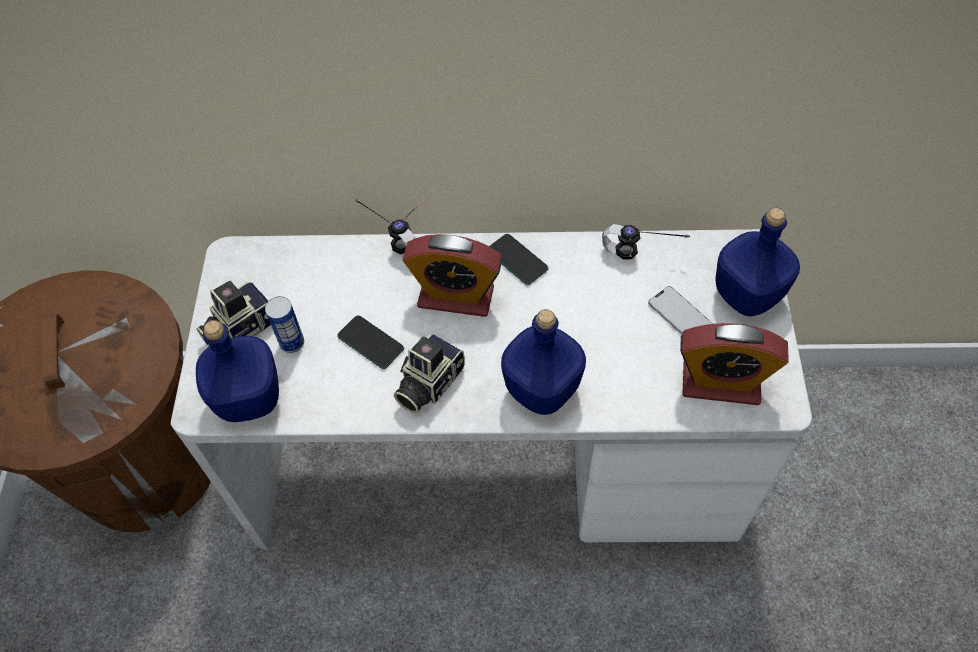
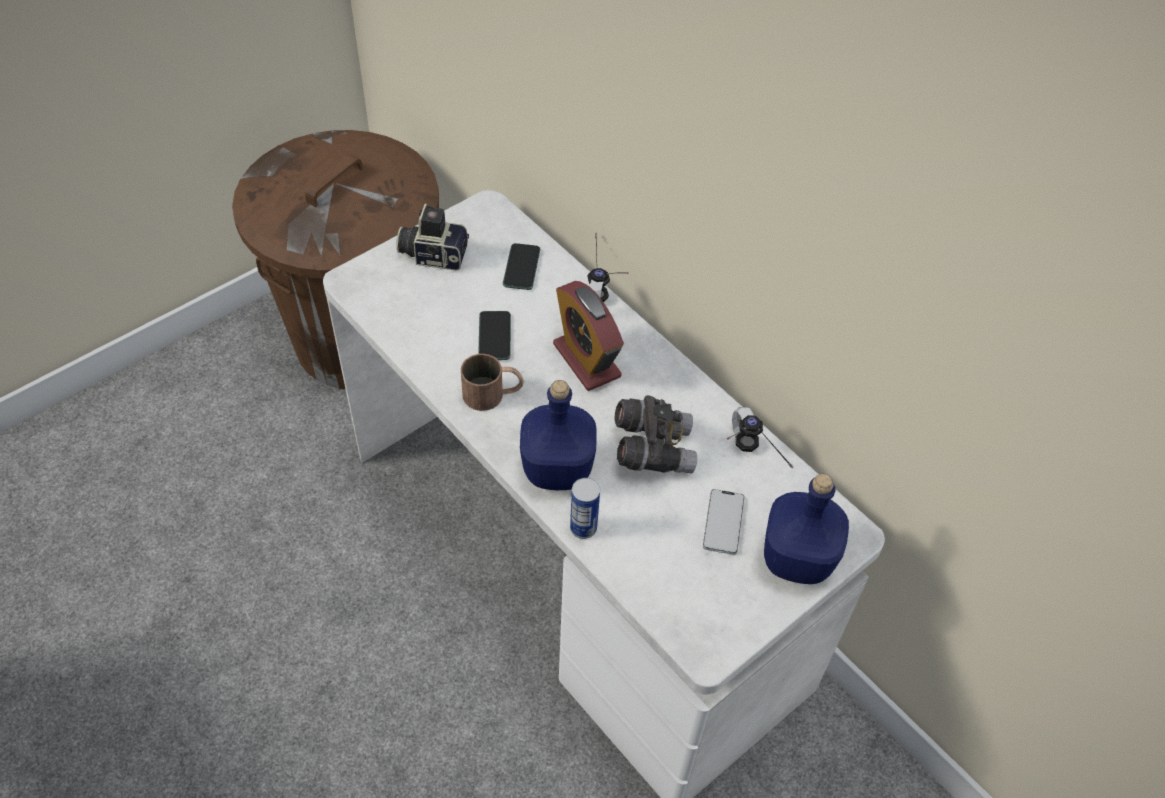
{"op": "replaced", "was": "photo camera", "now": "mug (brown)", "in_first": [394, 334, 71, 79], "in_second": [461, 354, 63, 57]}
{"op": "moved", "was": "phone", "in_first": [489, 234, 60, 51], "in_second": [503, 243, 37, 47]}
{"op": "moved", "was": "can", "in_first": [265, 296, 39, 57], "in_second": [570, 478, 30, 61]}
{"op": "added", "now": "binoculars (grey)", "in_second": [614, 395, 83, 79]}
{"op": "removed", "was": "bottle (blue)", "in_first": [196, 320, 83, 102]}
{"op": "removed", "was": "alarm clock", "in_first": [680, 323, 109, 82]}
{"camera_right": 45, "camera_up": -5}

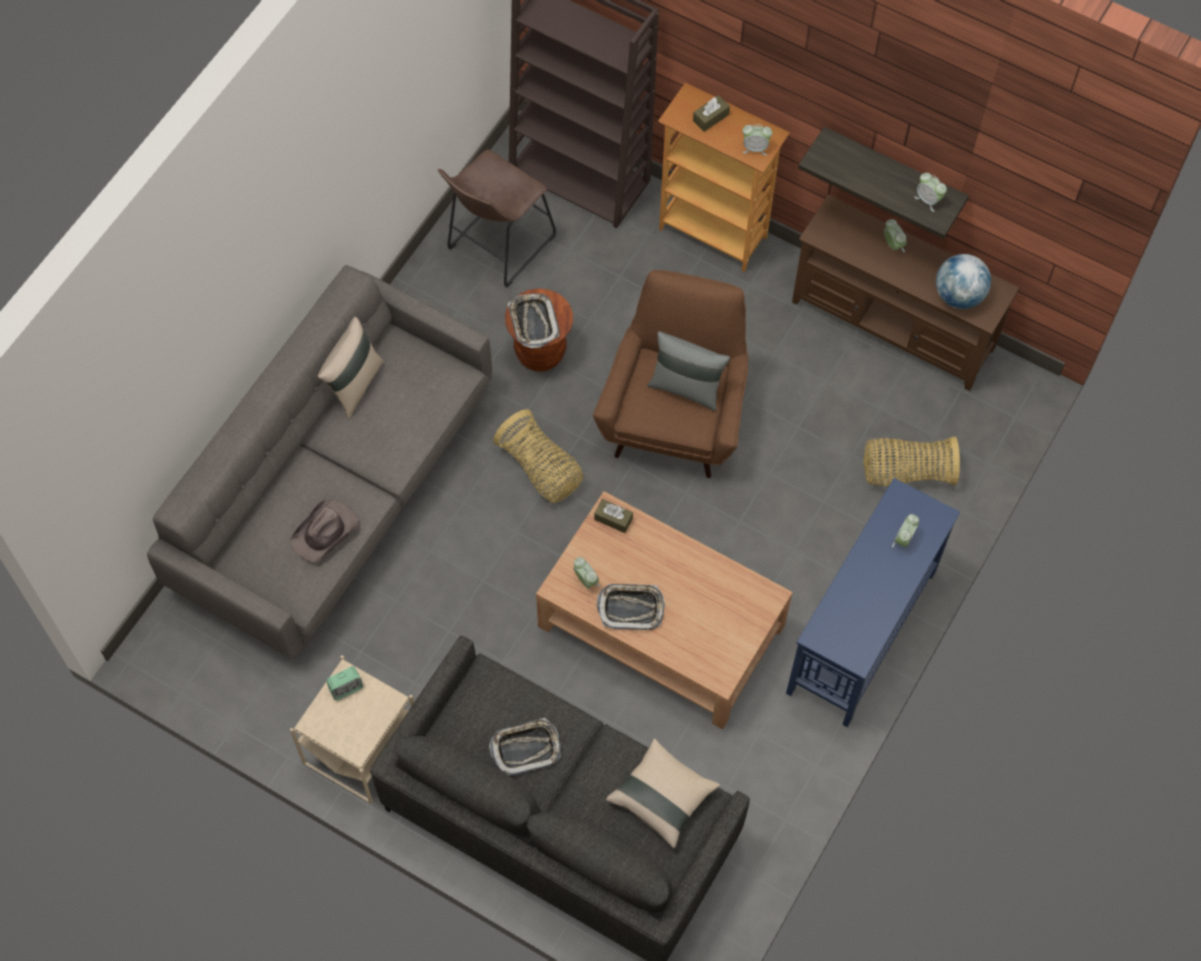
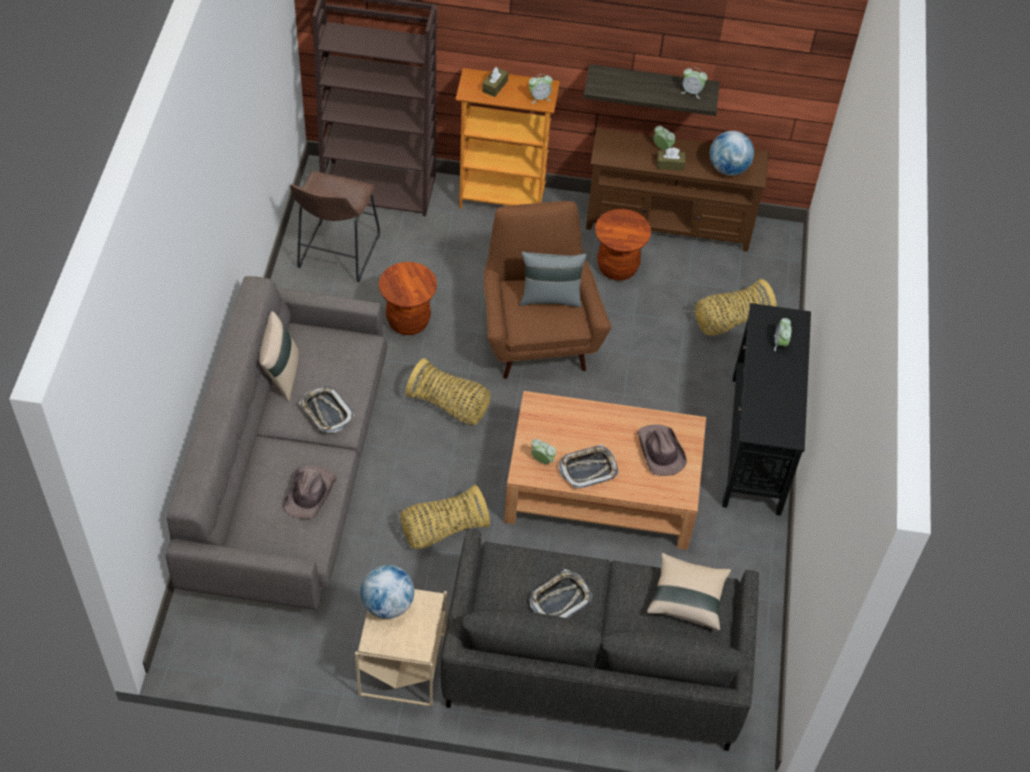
{"op": "moved", "was": "tray", "in_first": [508, 294, 51, 54], "in_second": [299, 386, 56, 47]}
{"op": "replaced", "was": "alarm clock", "now": "globe", "in_first": [326, 666, 37, 34], "in_second": [361, 565, 53, 54]}
{"op": "added", "now": "basket", "in_second": [400, 485, 90, 64]}
{"op": "added", "now": "stool (brown)", "in_second": [595, 209, 56, 72]}
{"op": "added", "now": "hat (brown)", "in_second": [637, 424, 50, 52]}
{"op": "moved", "was": "tissue box (brown)", "in_first": [594, 499, 39, 34], "in_second": [657, 148, 28, 23]}
{"op": "recoloured", "was": "console table (blue)", "now": "console table (black)", "in_first": [786, 478, 174, 249], "in_second": [722, 303, 89, 213]}
{"camera_right": -25, "camera_up": -10}

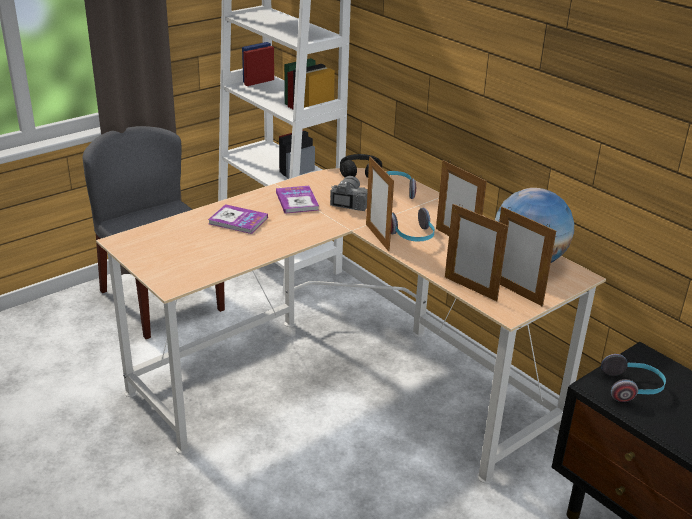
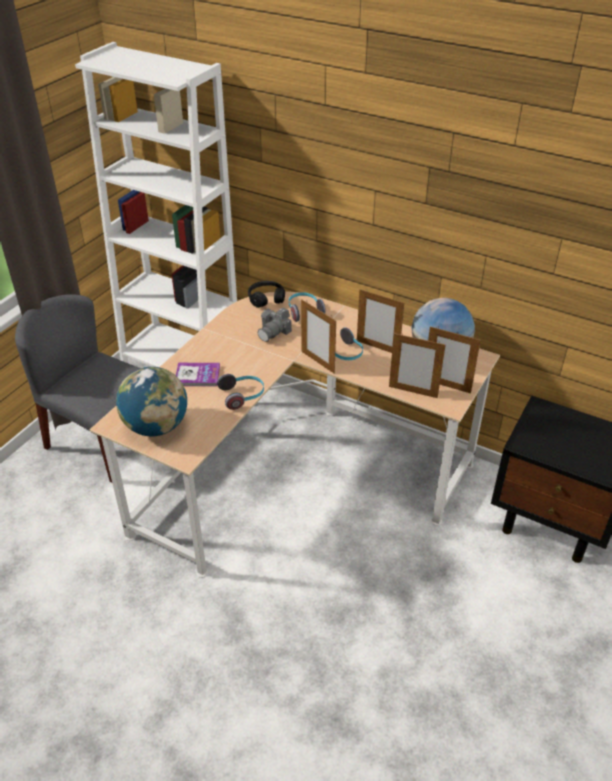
{"op": "added", "now": "globe", "in_second": [116, 367, 71, 69]}
{"op": "moved", "was": "headphones", "in_first": [601, 354, 65, 48], "in_second": [217, 374, 47, 36]}
{"op": "turned", "was": "photo camera", "in_first": [330, 176, 38, 35], "in_second": [258, 308, 34, 34], "clockwise": -135}
{"op": "removed", "was": "book", "in_first": [276, 186, 43, 28]}
{"camera_right": -20, "camera_up": 10}

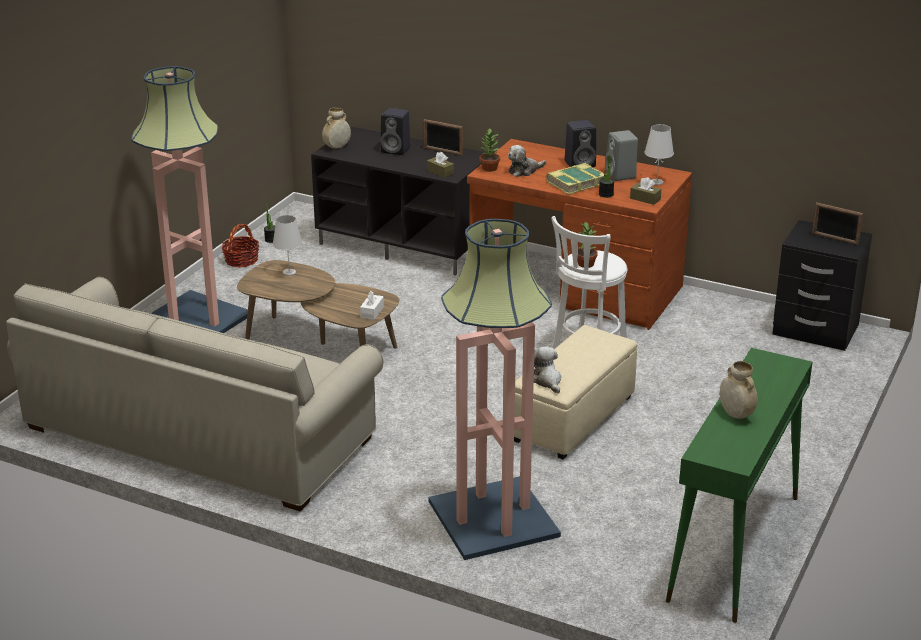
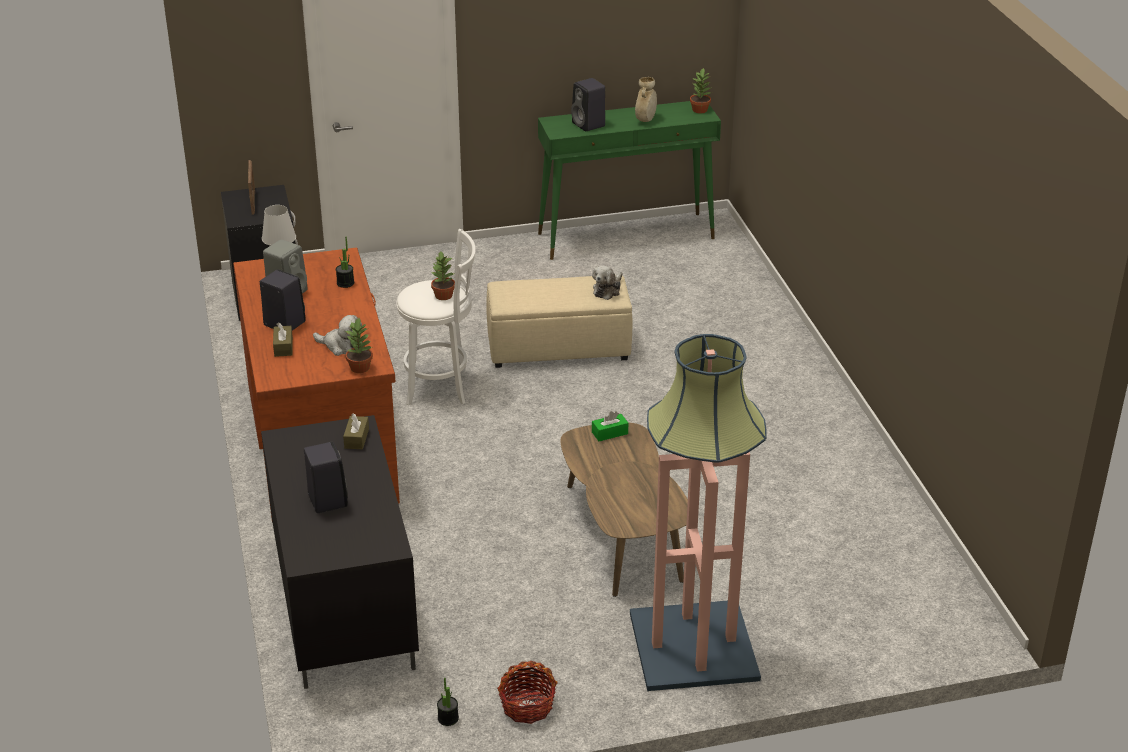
{"op": "moved", "was": "tissue box (brown)", "in_first": [630, 177, 31, 28], "in_second": [273, 323, 20, 34]}
{"op": "added", "now": "speaker (black)", "in_second": [571, 78, 34, 54]}
{"op": "recoloured", "was": "tissue box (white)", "now": "tissue box (green)", "in_first": [360, 291, 24, 29], "in_second": [592, 411, 36, 30]}
{"op": "added", "now": "potted plant", "in_second": [690, 68, 21, 46]}
{"op": "removed", "was": "sofa (beige)", "in_first": [6, 277, 378, 234]}
{"op": "removed", "was": "table lamp (white)", "in_first": [273, 215, 29, 61]}
{"op": "removed", "was": "vase (beige)", "in_first": [322, 108, 29, 40]}
{"op": "removed", "was": "picture frame", "in_first": [424, 119, 39, 37]}
{"op": "removed", "was": "floor lamp", "in_first": [428, 219, 133, 341]}
{"op": "removed", "was": "book", "in_first": [546, 163, 58, 32]}
{"camera_right": -130, "camera_up": 5}

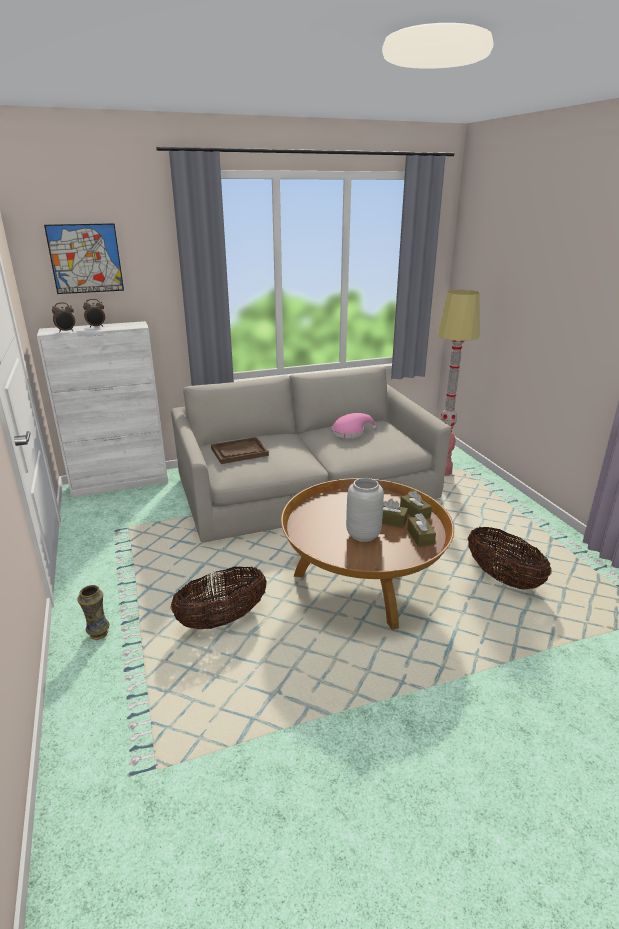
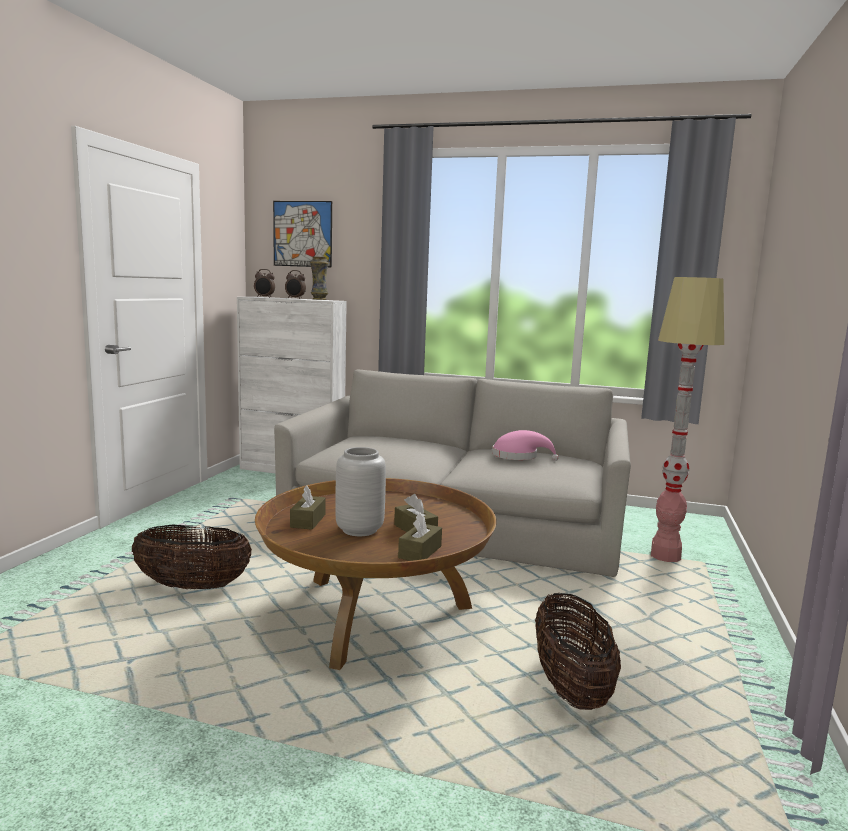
{"op": "moved", "was": "tissue box (brown)", "in_first": [400, 490, 32, 29], "in_second": [290, 485, 36, 45]}
{"op": "moved", "was": "vase", "in_first": [77, 585, 33, 55], "in_second": [310, 257, 18, 43]}
{"op": "removed", "was": "tray (brown)", "in_first": [211, 437, 58, 27]}
{"camera_right": 35, "camera_up": -15}

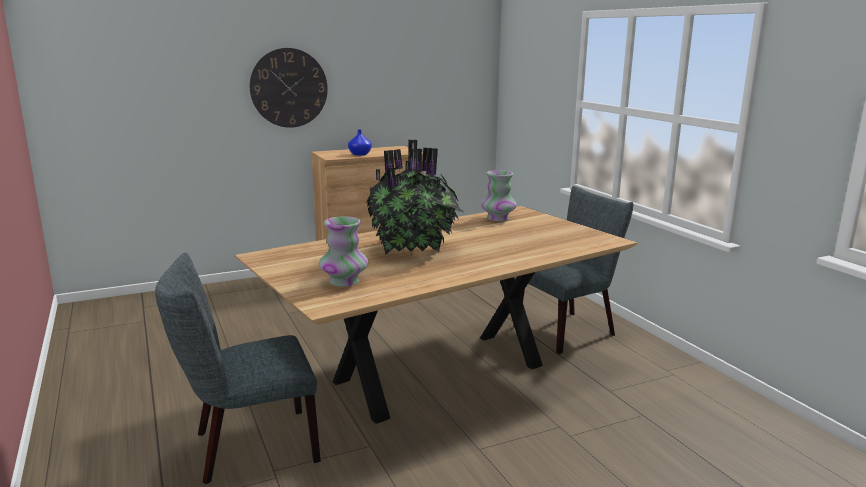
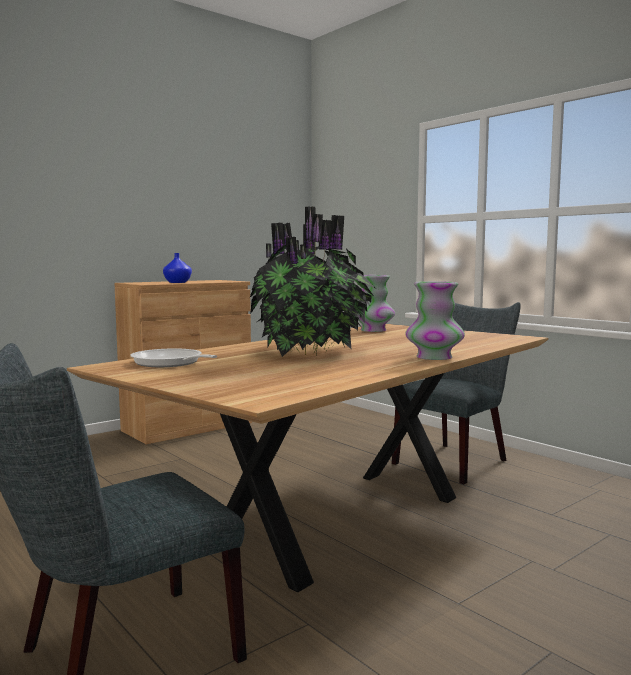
{"op": "added", "now": "frying pan", "in_second": [130, 348, 87, 19]}
{"op": "moved", "was": "vase", "in_first": [319, 216, 49, 71], "in_second": [405, 281, 60, 79]}
{"op": "removed", "was": "wall clock", "in_first": [250, 48, 78, 80]}
{"camera_right": -15, "camera_up": -10}

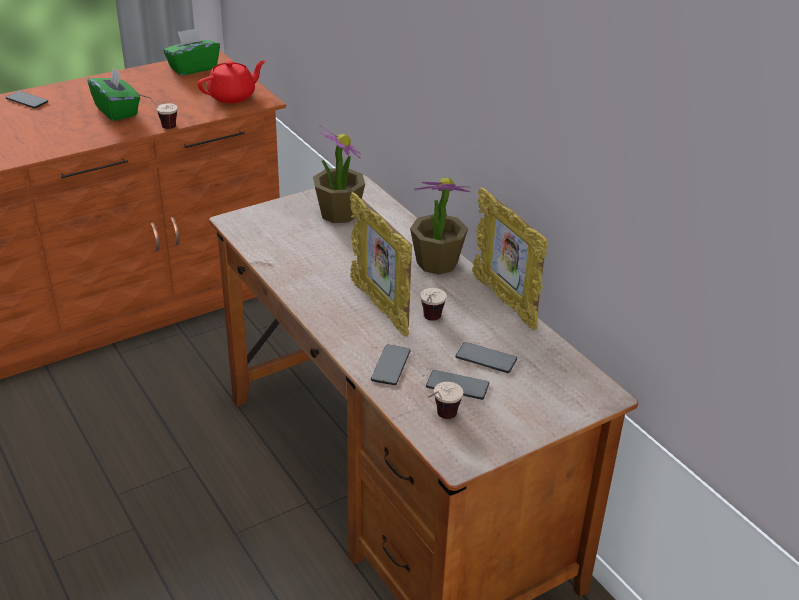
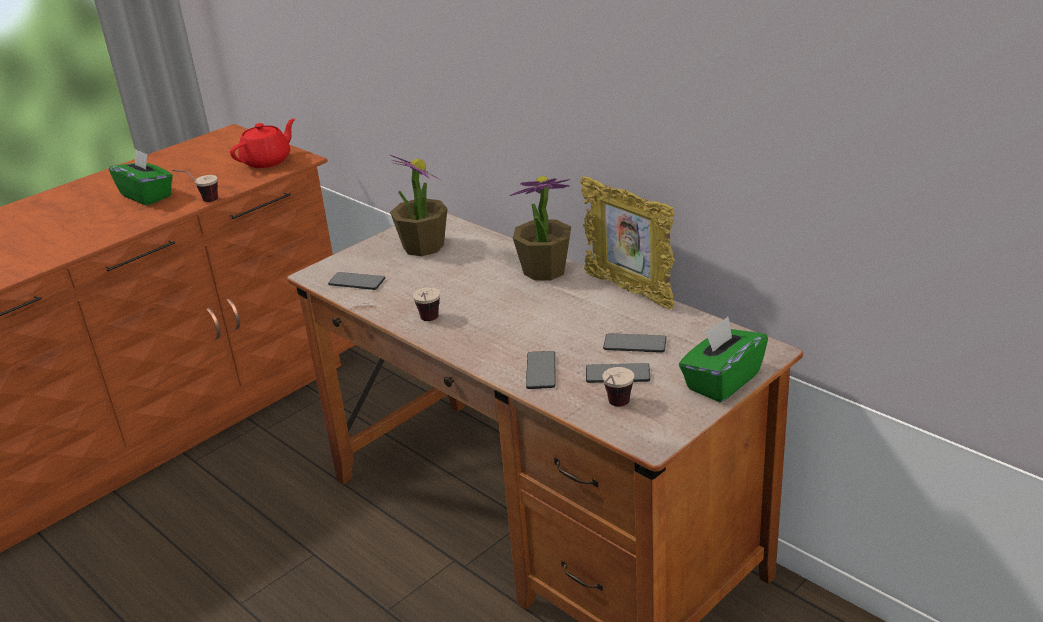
{"op": "moved", "was": "phone", "in_first": [6, 91, 42, 18], "in_second": [328, 272, 57, 18]}
{"op": "moved", "was": "cup", "in_first": [420, 288, 27, 33], "in_second": [413, 288, 27, 33]}
{"op": "moved", "was": "tissue box (green)", "in_first": [163, 28, 57, 48], "in_second": [679, 317, 89, 85]}
{"op": "removed", "was": "picture frame", "in_first": [350, 192, 62, 145]}
{"camera_right": -10, "camera_up": -5}

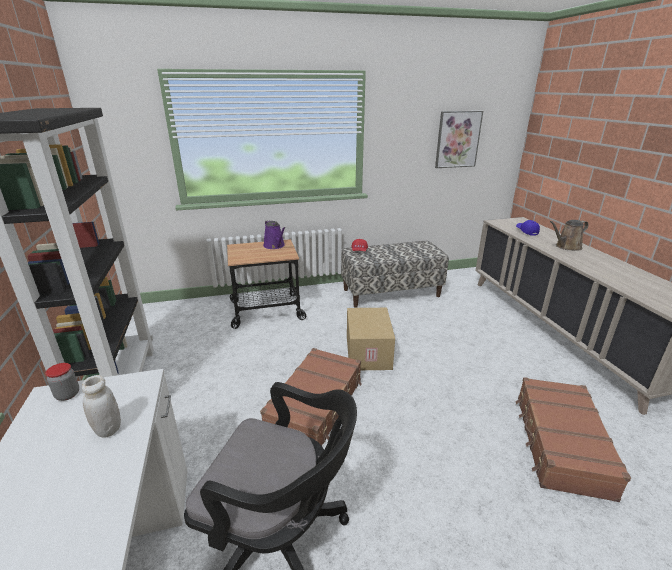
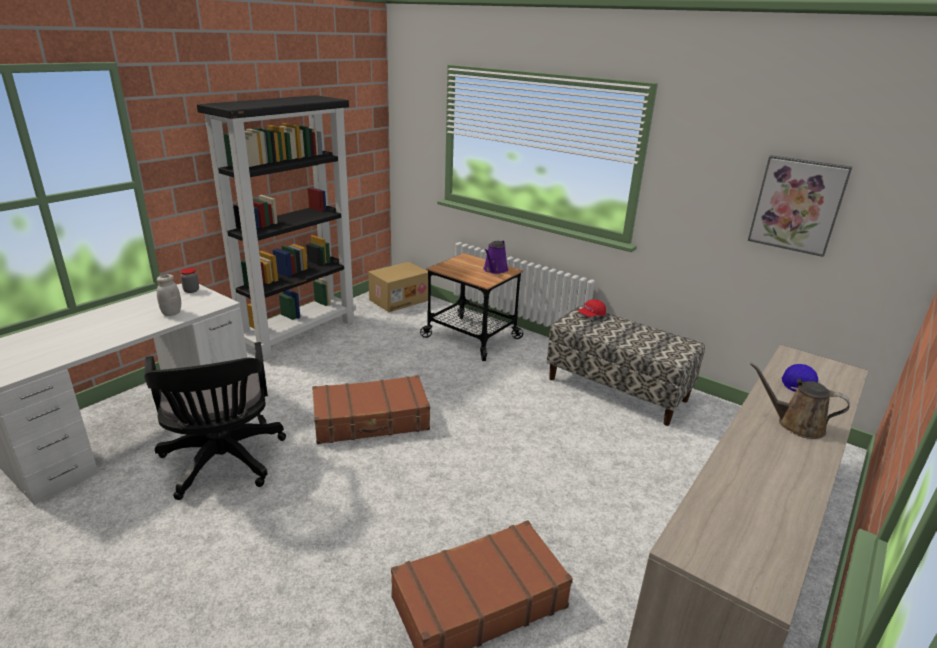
{"op": "moved", "was": "cardboard box", "in_first": [347, 308, 48, 62], "in_second": [368, 262, 60, 50]}
{"camera_right": 50, "camera_up": 0}

